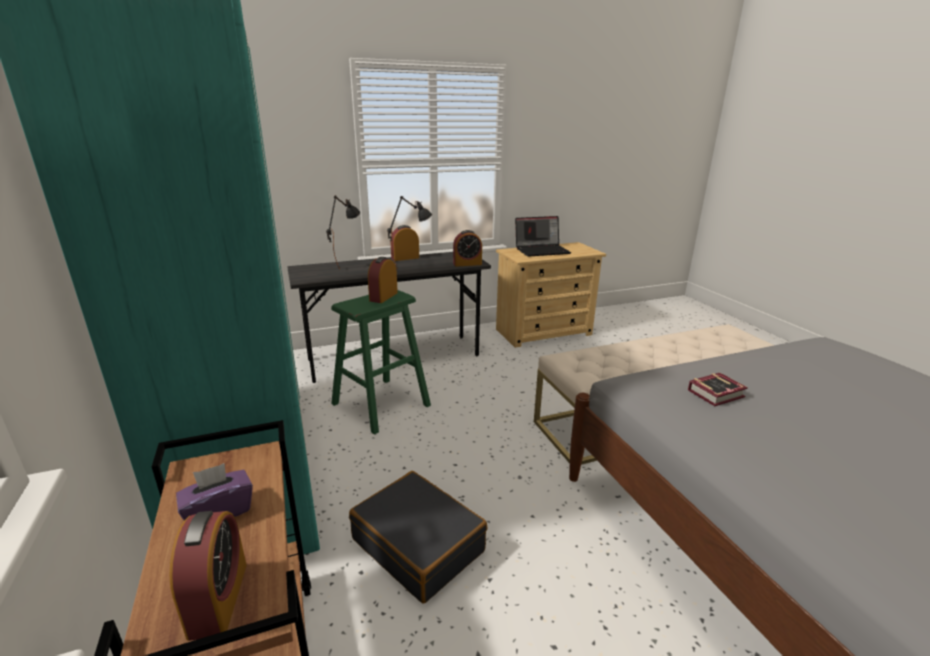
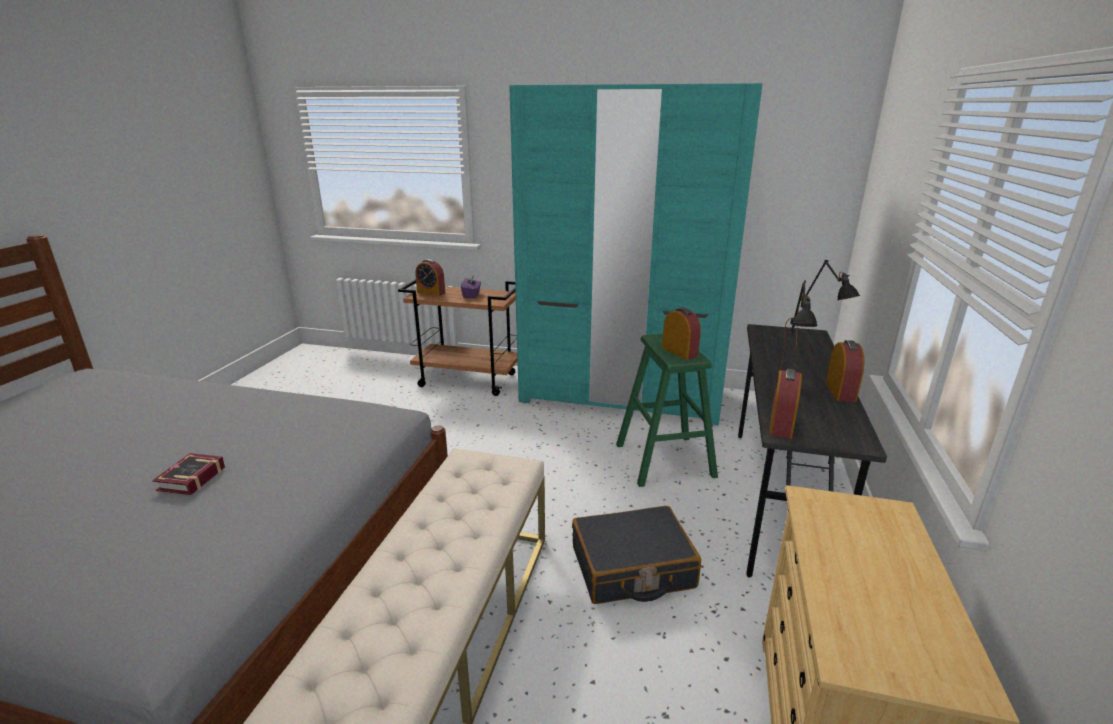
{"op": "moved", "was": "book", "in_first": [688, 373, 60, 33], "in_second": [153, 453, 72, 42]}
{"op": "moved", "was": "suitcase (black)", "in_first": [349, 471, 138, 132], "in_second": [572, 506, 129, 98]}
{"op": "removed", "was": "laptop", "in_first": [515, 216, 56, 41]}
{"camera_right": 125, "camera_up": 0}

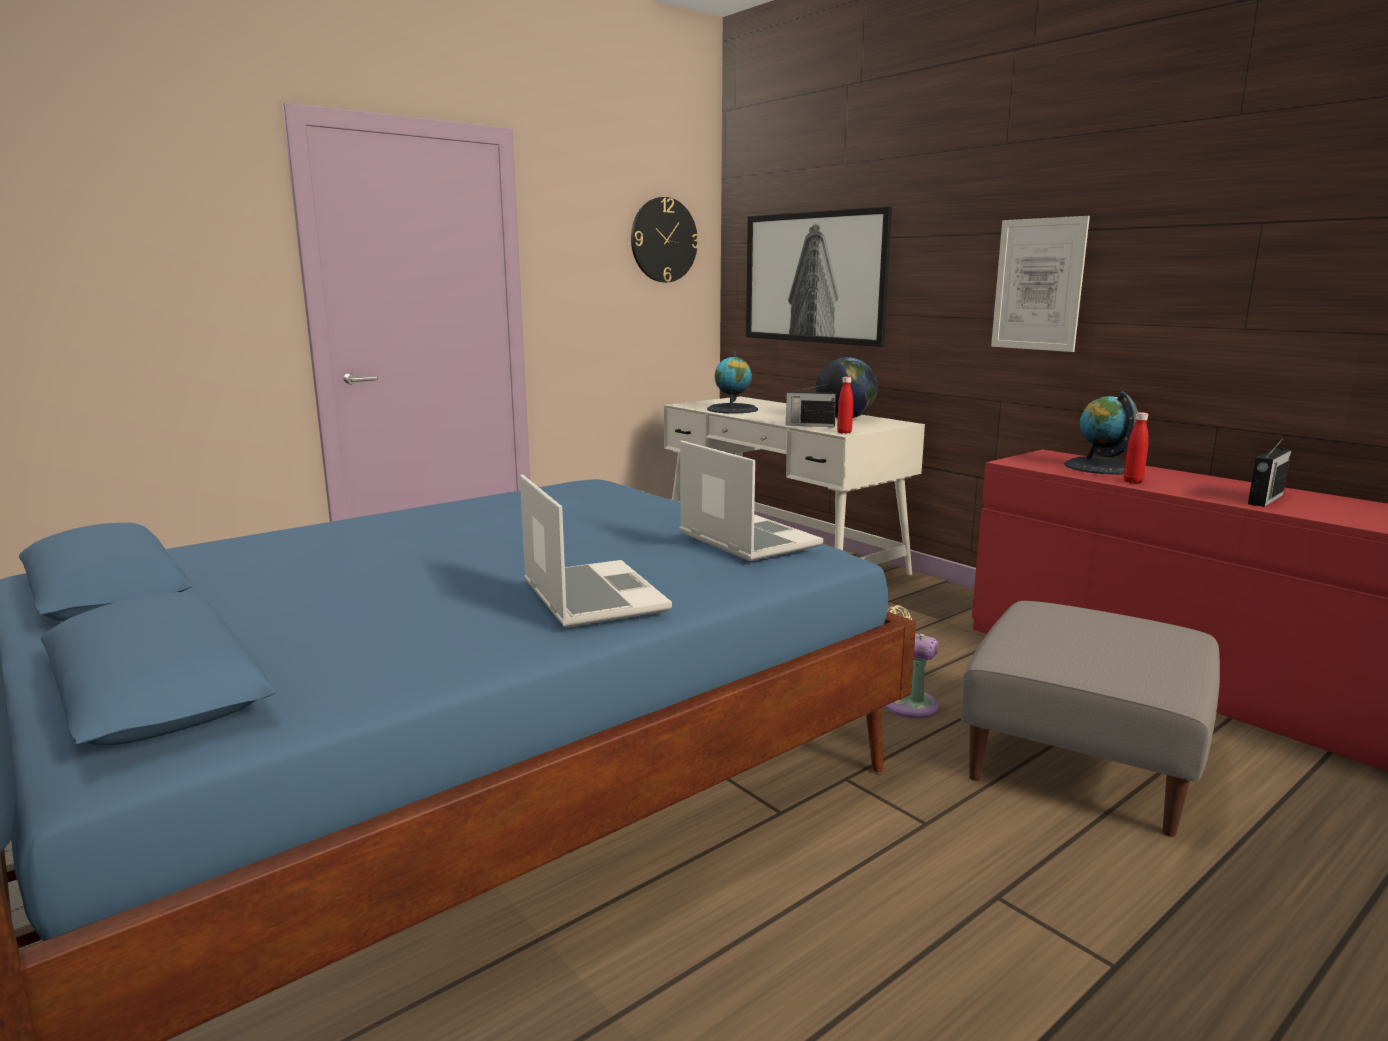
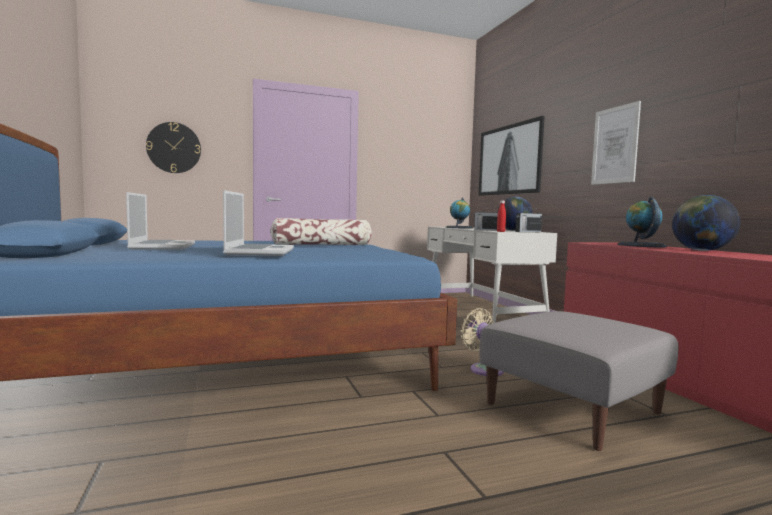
{"op": "moved", "was": "laptop", "in_first": [680, 440, 143, 121], "in_second": [126, 192, 69, 58]}
{"op": "moved", "was": "wall clock", "in_first": [631, 197, 68, 85], "in_second": [146, 122, 55, 51]}
{"op": "added", "now": "pillow", "in_second": [271, 218, 100, 27]}
{"op": "moved", "was": "radio", "in_first": [1248, 437, 43, 70], "in_second": [515, 208, 27, 24]}
{"op": "added", "now": "globe", "in_second": [672, 195, 68, 56]}
{"op": "removed", "was": "bottle (red)", "in_first": [1124, 412, 25, 71]}
{"camera_right": 20, "camera_up": -10}

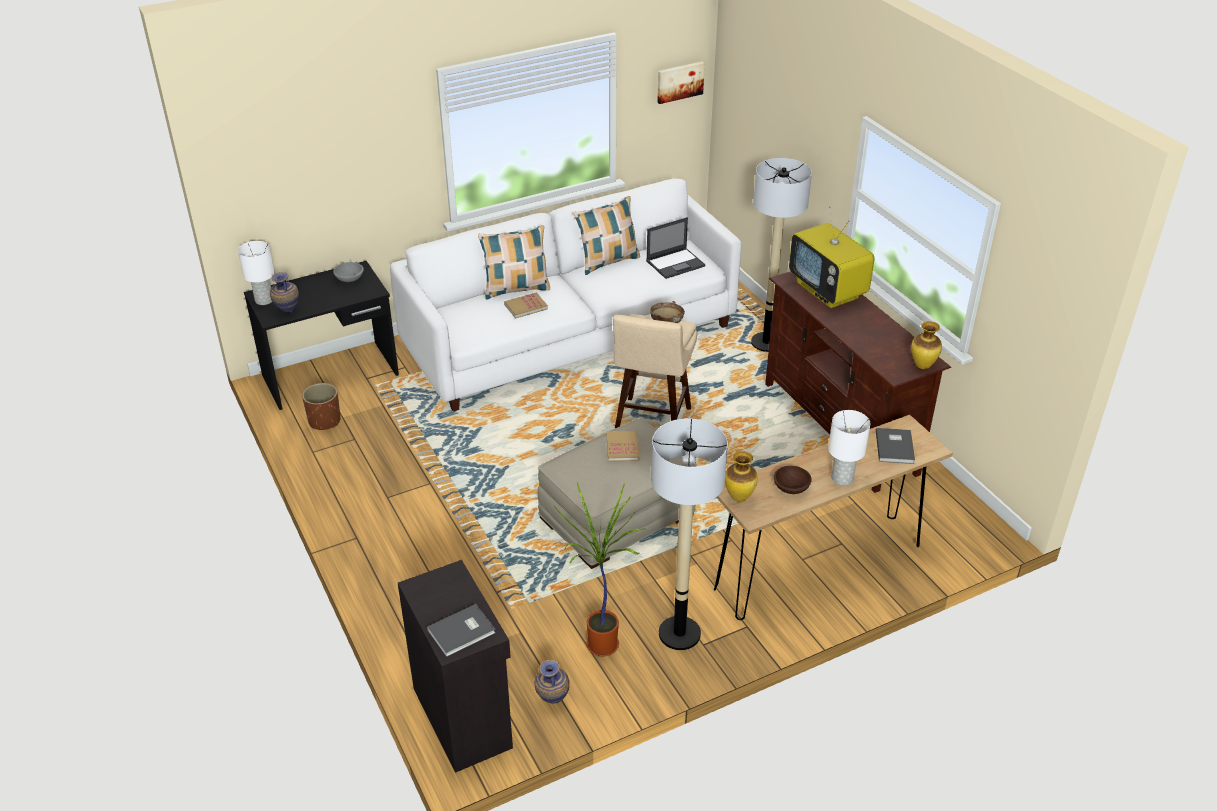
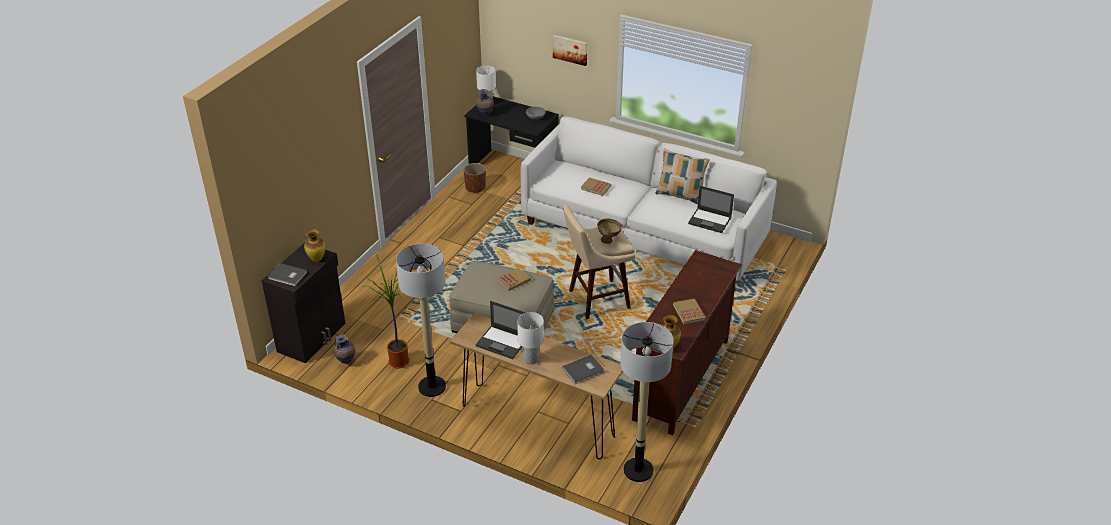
{"op": "moved", "was": "vase", "in_first": [725, 451, 33, 51], "in_second": [304, 229, 22, 33]}
{"op": "replaced", "was": "bowl (brown)", "now": "laptop", "in_first": [774, 466, 38, 28], "in_second": [475, 301, 51, 58]}
{"op": "moved", "was": "picture", "in_first": [657, 61, 48, 43], "in_second": [553, 35, 34, 31]}
{"op": "moved", "was": "floor lamp", "in_first": [751, 158, 61, 194], "in_second": [620, 322, 54, 160]}
{"op": "added", "now": "book", "in_second": [673, 299, 33, 26]}
{"op": "removed", "was": "pillow", "in_first": [478, 225, 72, 75]}
{"op": "removed", "was": "television", "in_first": [789, 206, 86, 102]}
{"camera_right": 55, "camera_up": 0}

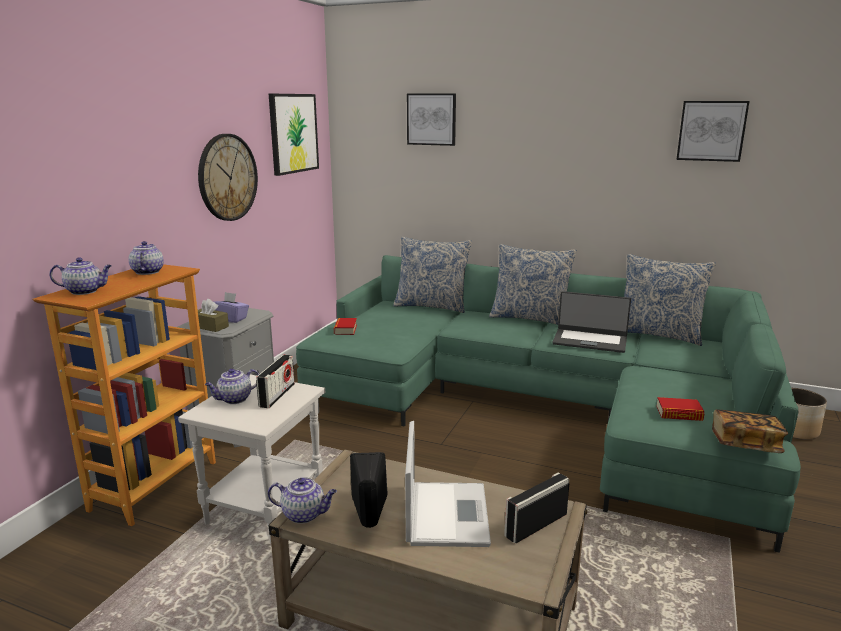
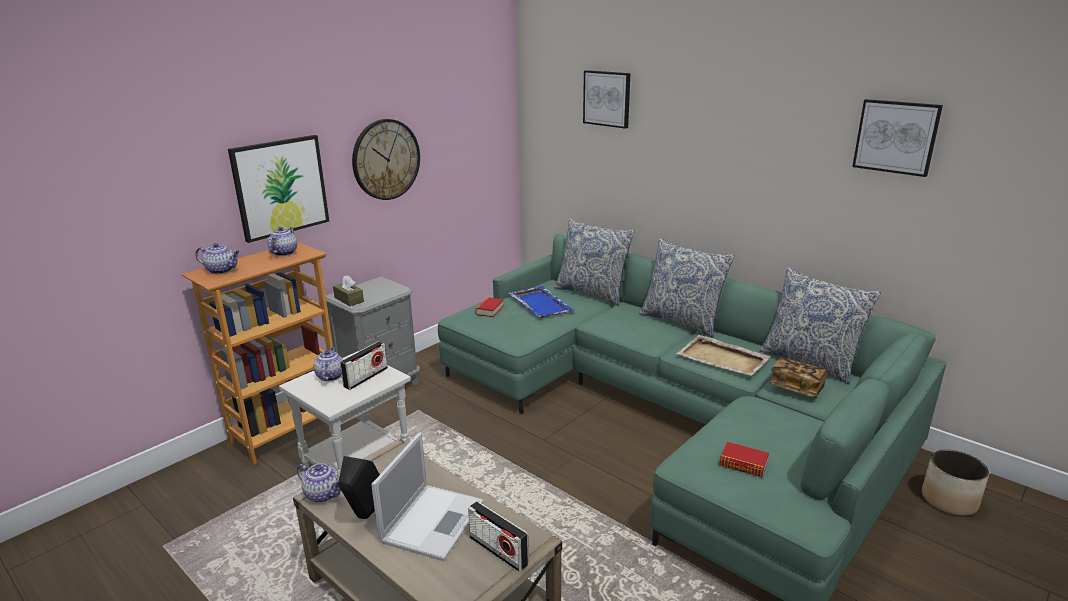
{"op": "moved", "was": "picture", "in_first": [269, 94, 50, 82], "in_second": [228, 135, 101, 108]}
{"op": "turned", "was": "teapot", "in_first": [205, 369, 54, 35], "in_second": [313, 346, 30, 35], "clockwise": 105}
{"op": "turned", "was": "radio", "in_first": [504, 472, 65, 71], "in_second": [468, 501, 61, 71], "clockwise": -120}
{"op": "added", "now": "tray (blue)", "in_second": [508, 286, 67, 32]}
{"op": "replaced", "was": "laptop", "now": "tray (beige)", "in_first": [552, 291, 79, 62], "in_second": [676, 335, 95, 41]}
{"op": "moved", "was": "book", "in_first": [712, 409, 76, 44], "in_second": [769, 357, 59, 40]}
{"op": "removed", "was": "tissue box (purple)", "in_first": [214, 292, 35, 31]}
{"camera_right": 20, "camera_up": 5}

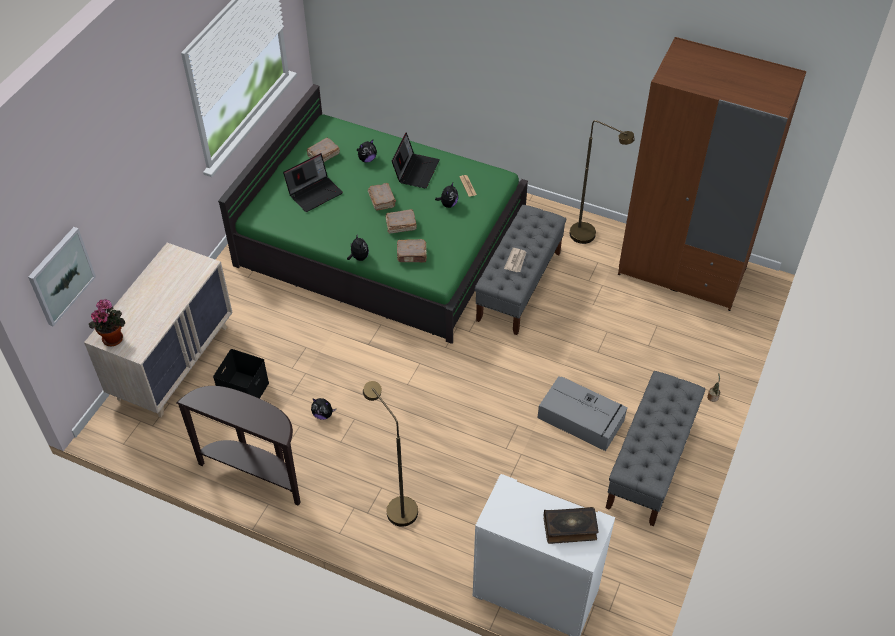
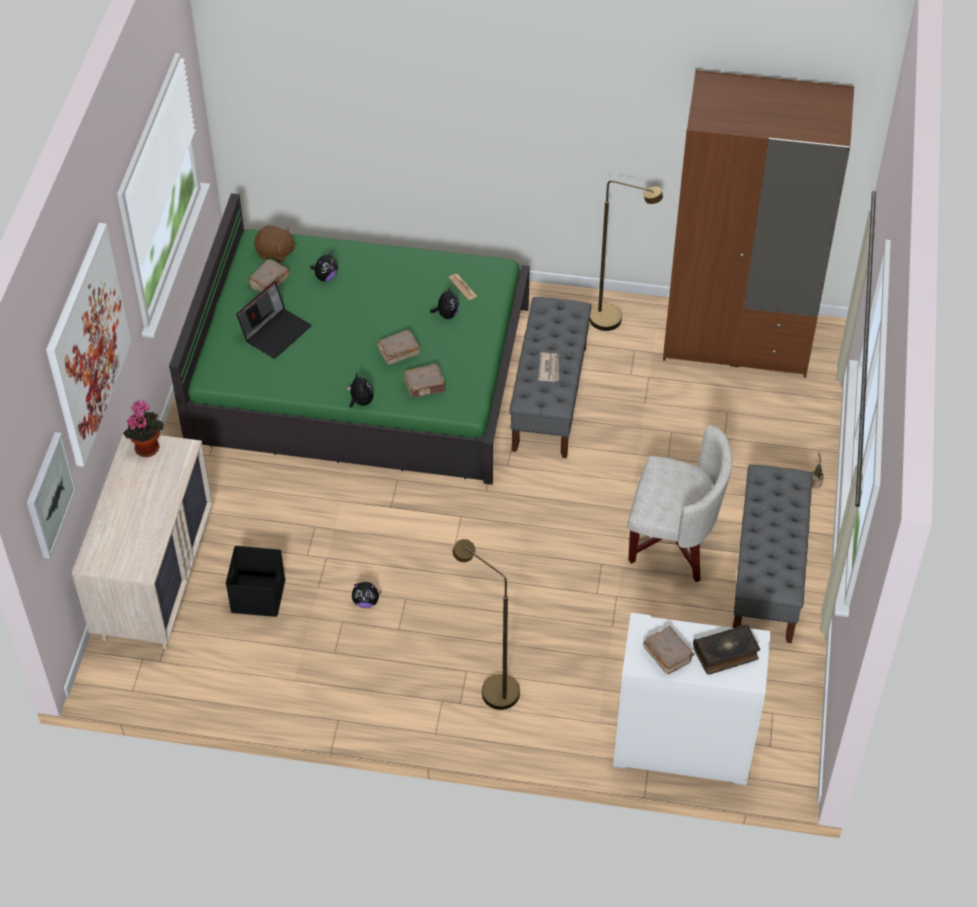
{"op": "added", "now": "picture", "in_second": [46, 223, 86, 244]}
{"op": "moved", "was": "potted plant", "in_first": [89, 299, 36, 47], "in_second": [123, 400, 41, 57]}
{"op": "added", "now": "plush toy (brown)", "in_second": [254, 225, 42, 38]}
{"op": "replaced", "was": "storage box (grey)", "now": "armchair (white)", "in_first": [538, 376, 90, 75], "in_second": [627, 425, 105, 157]}
{"op": "moved", "was": "book (brown)", "in_first": [368, 183, 28, 28], "in_second": [643, 626, 51, 48]}
{"op": "removed", "was": "console table (brown)", "in_first": [176, 386, 125, 120]}
{"op": "removed", "was": "laptop", "in_first": [392, 132, 48, 57]}
{"camera_right": -15, "camera_up": 0}

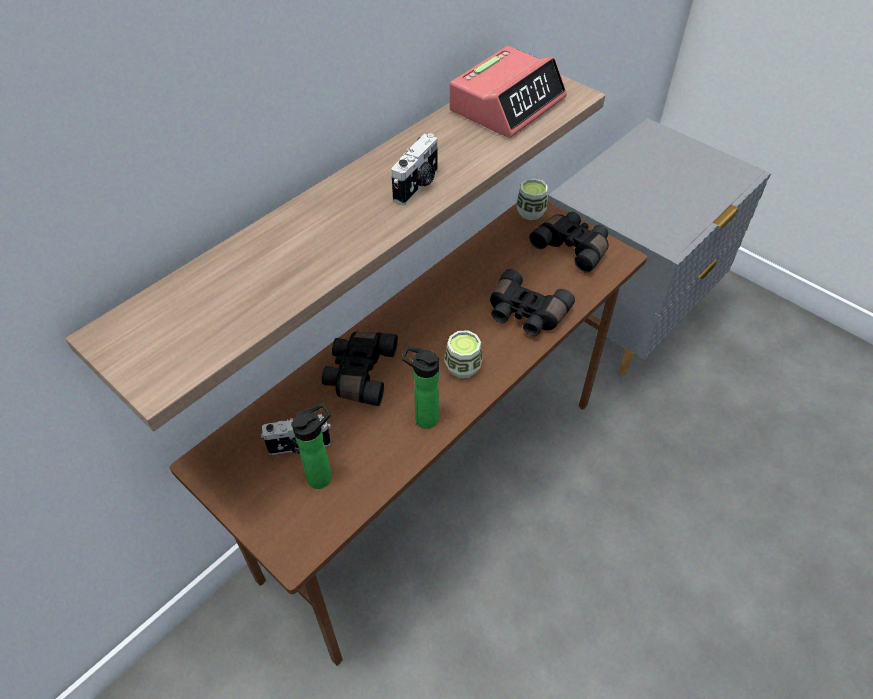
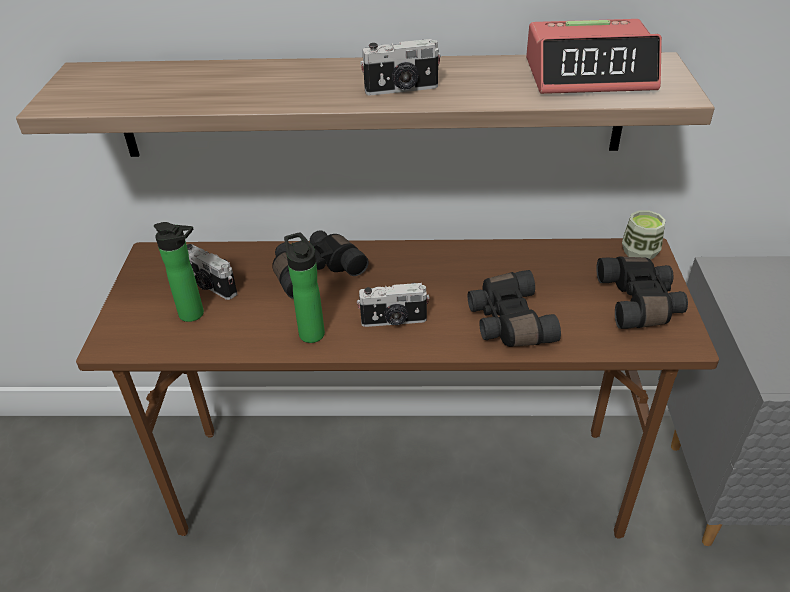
{"op": "replaced", "was": "cup", "now": "photo camera", "in_first": [444, 330, 39, 48], "in_second": [357, 283, 73, 44]}
{"camera_right": 50, "camera_up": -10}

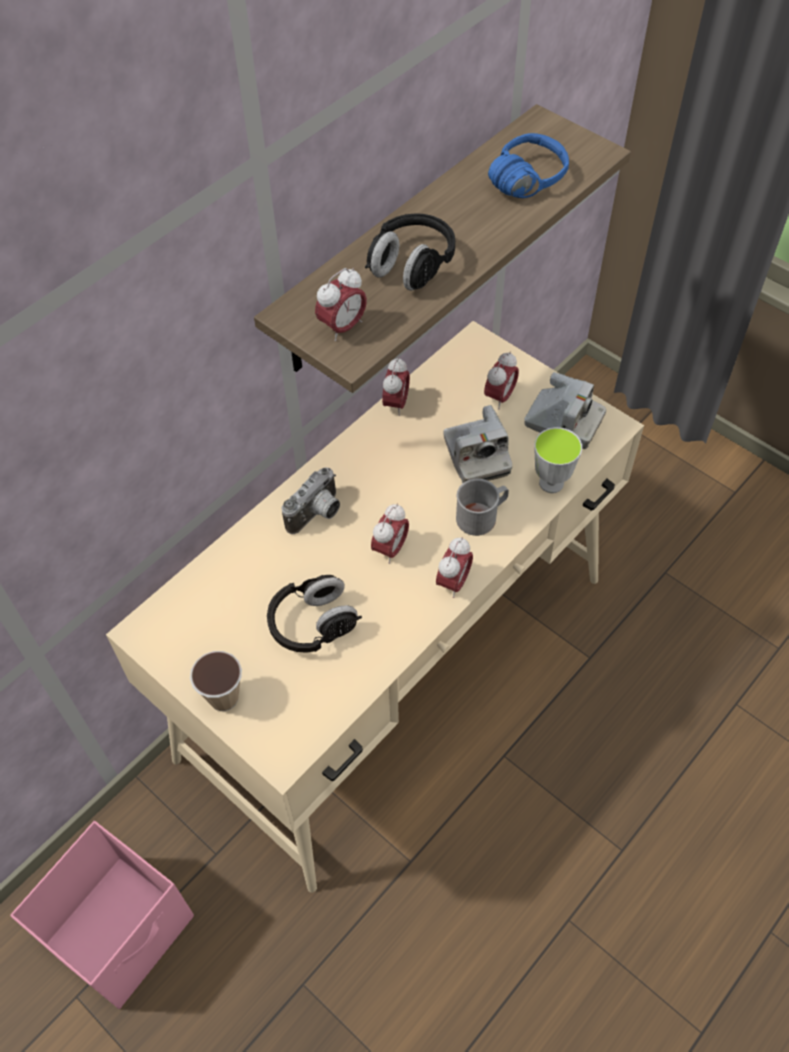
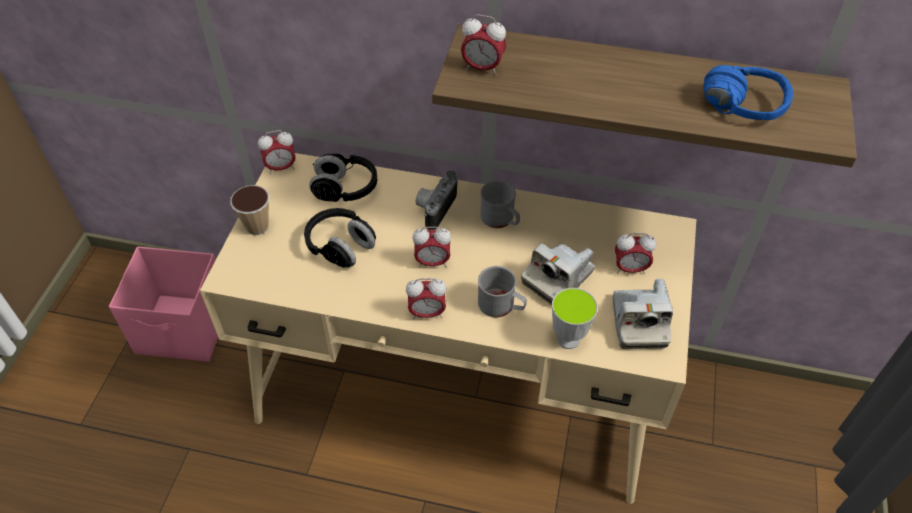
{"op": "moved", "was": "alarm clock", "in_first": [382, 357, 28, 59], "in_second": [258, 130, 38, 44]}
{"op": "moved", "was": "headphones (black)", "in_first": [365, 213, 90, 78], "in_second": [309, 154, 68, 48]}
{"op": "turned", "was": "photo camera", "in_first": [281, 467, 59, 67], "in_second": [416, 170, 42, 60], "clockwise": 105}
{"op": "added", "now": "mug (grey)", "in_second": [481, 180, 39, 48]}
{"camera_right": 60, "camera_up": -5}

